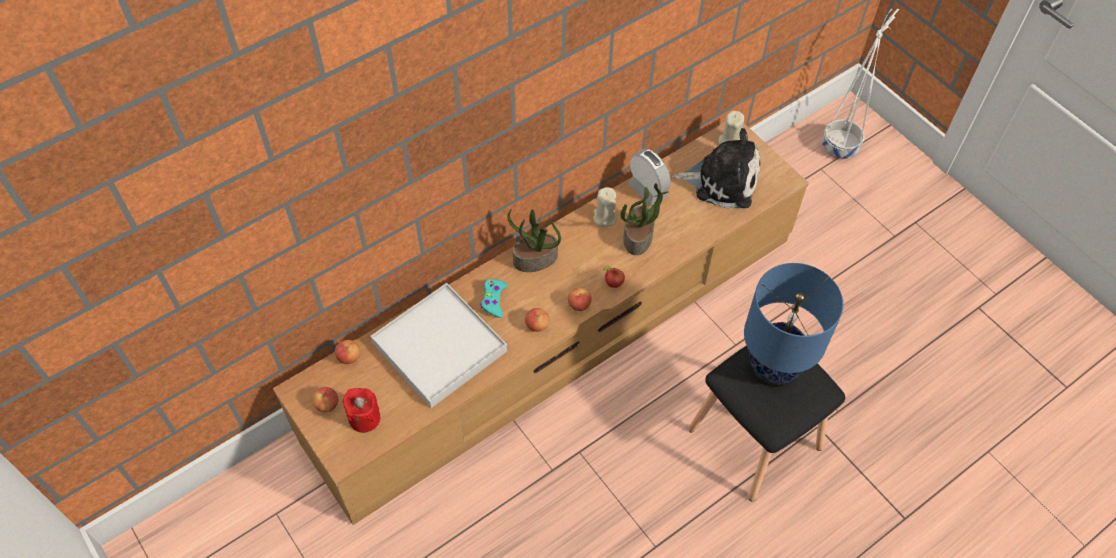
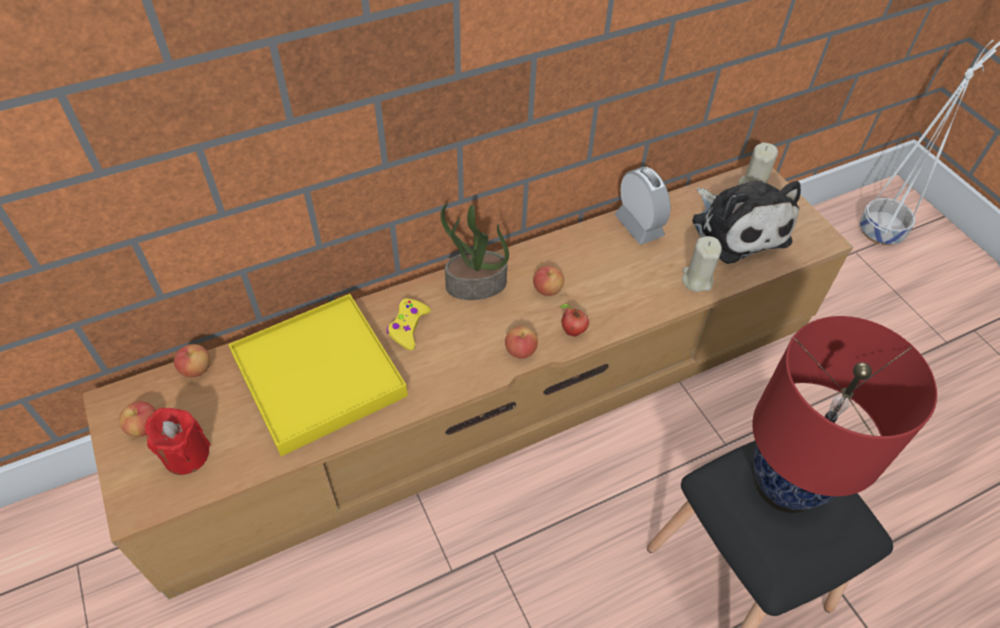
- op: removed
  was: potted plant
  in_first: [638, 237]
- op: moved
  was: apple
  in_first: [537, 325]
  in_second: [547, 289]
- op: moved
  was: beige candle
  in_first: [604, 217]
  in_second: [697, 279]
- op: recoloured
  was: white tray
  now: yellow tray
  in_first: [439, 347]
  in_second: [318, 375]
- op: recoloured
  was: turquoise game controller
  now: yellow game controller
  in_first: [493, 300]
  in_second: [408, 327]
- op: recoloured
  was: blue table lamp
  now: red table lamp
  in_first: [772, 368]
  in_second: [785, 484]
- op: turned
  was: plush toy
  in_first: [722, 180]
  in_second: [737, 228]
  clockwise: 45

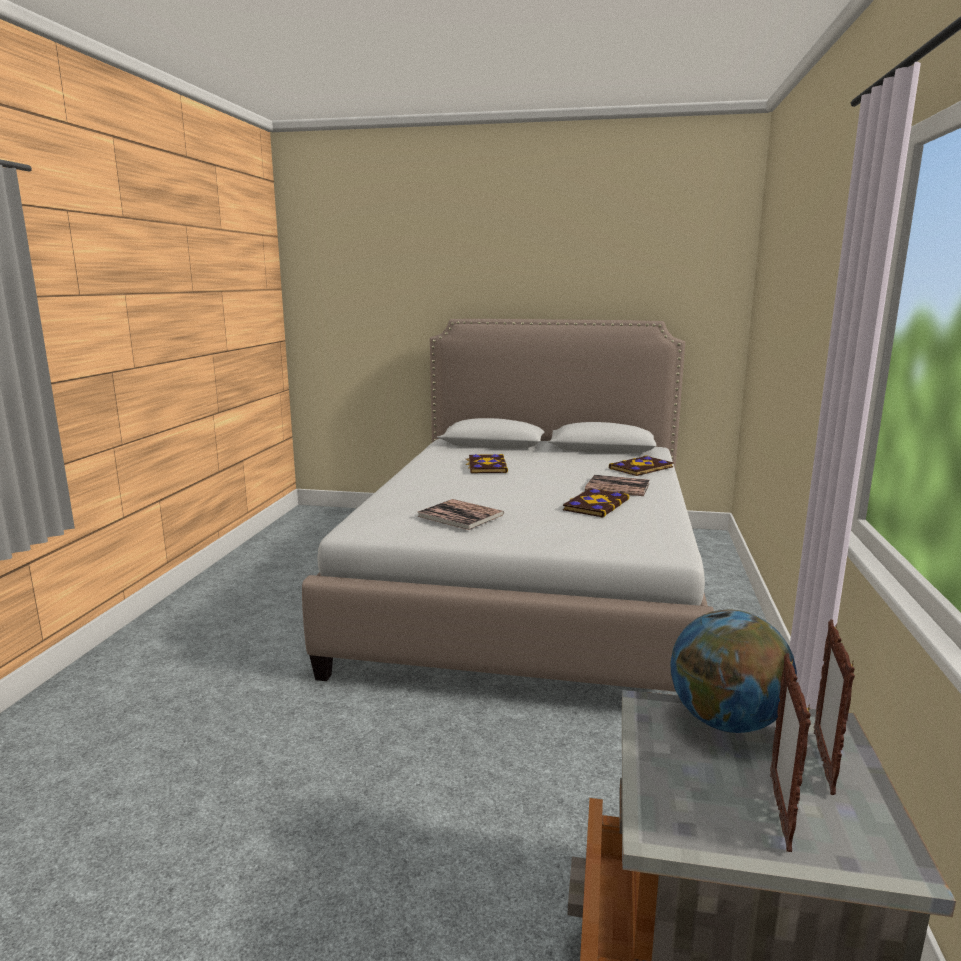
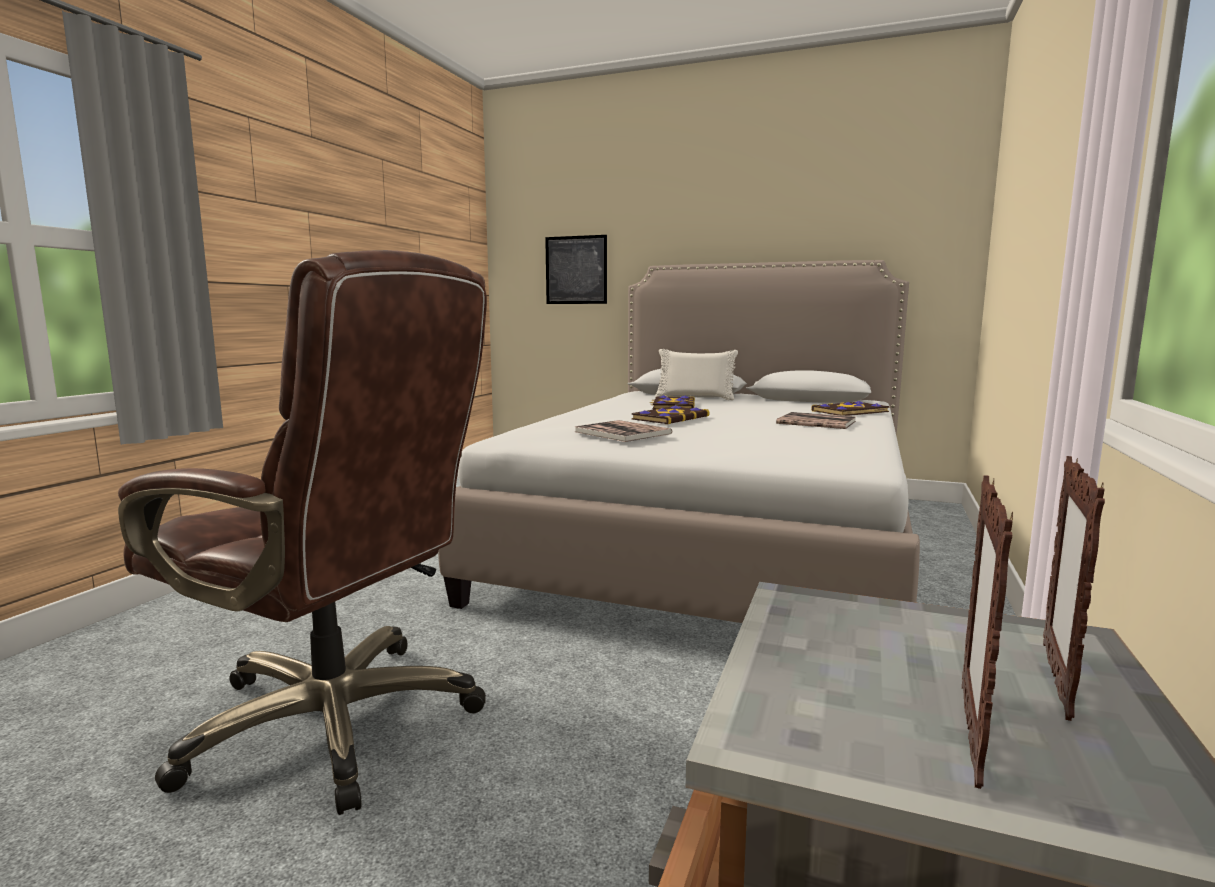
- op: removed
  was: globe
  in_first: [726, 721]
- op: added
  now: brown office chair
  in_second: [333, 721]
- op: added
  now: picture
  in_second: [576, 270]
- op: added
  now: white pillow
  in_second: [695, 398]
- op: moved
  was: book
  in_first: [595, 505]
  in_second: [669, 418]

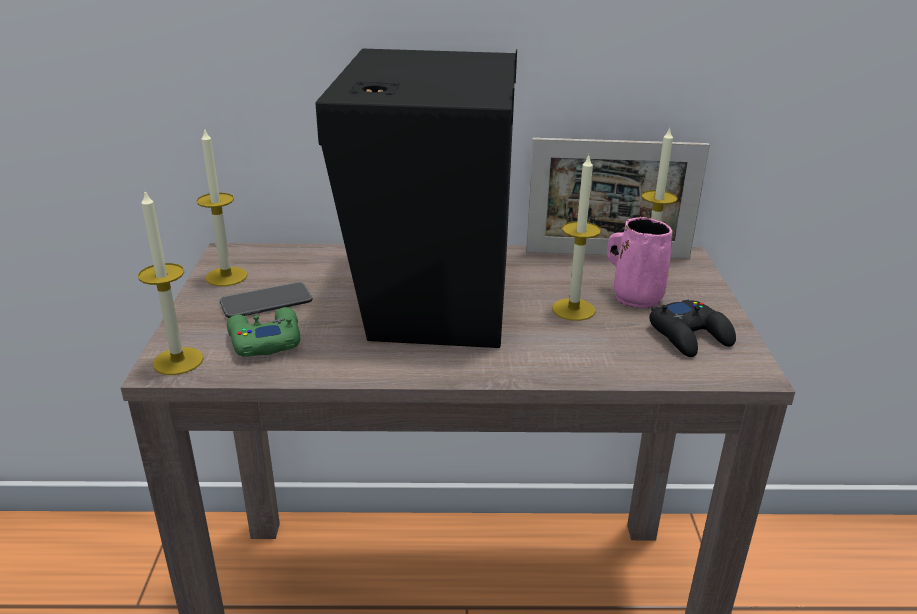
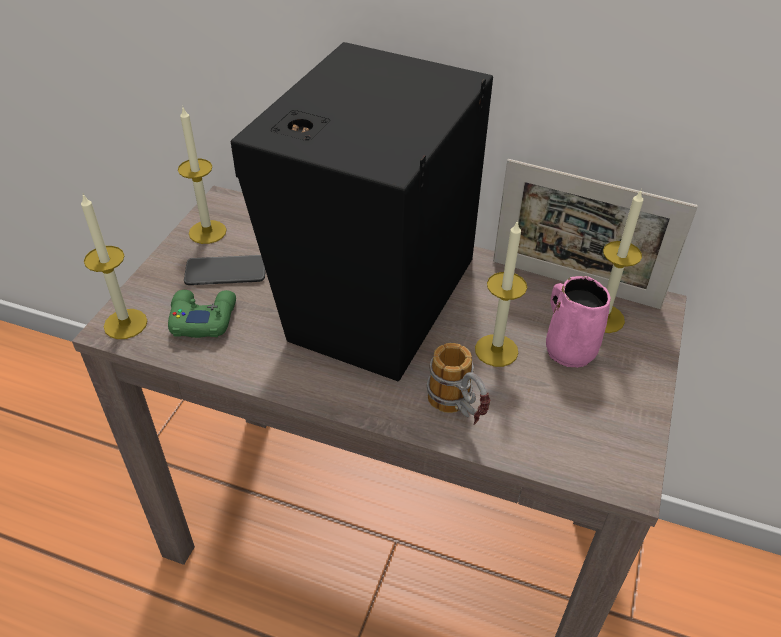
- op: removed
  was: black game controller
  in_first: [690, 336]
- op: added
  now: mug
  in_second: [458, 411]

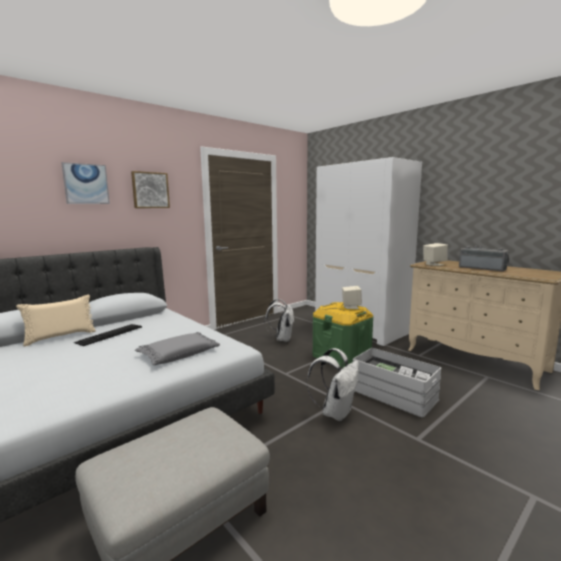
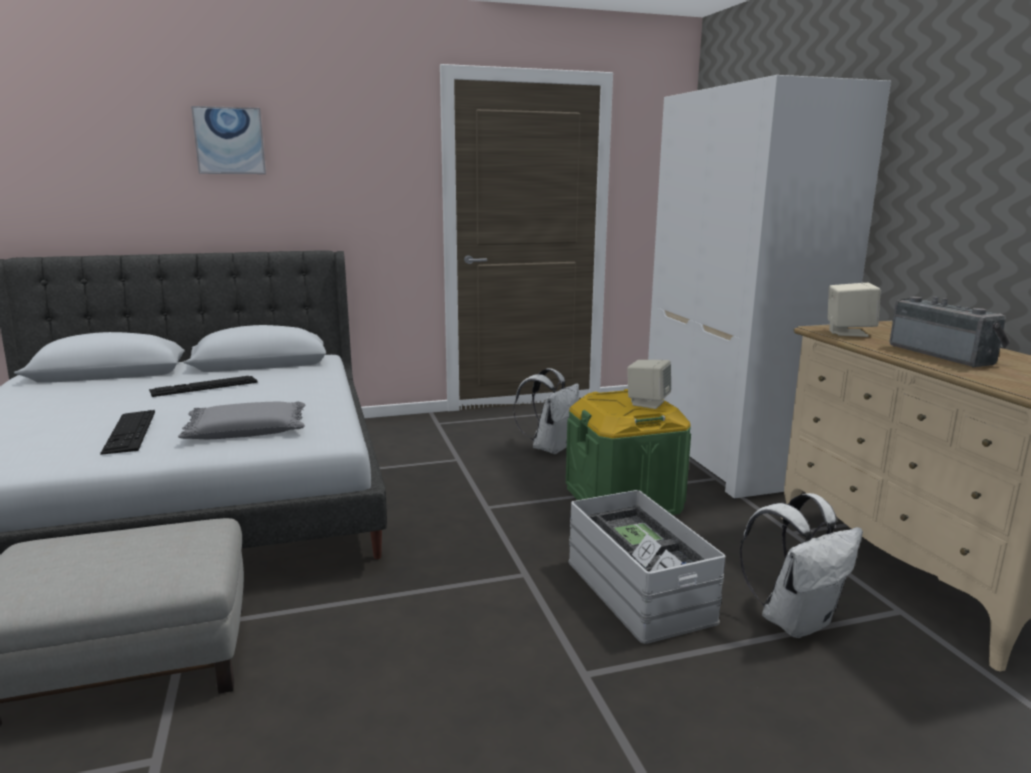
- op: removed
  was: beige pillow
  in_first: [60, 337]
- op: removed
  was: picture
  in_first: [150, 190]
- op: added
  now: keyboard
  in_second: [129, 431]
- op: moved
  was: white backpack
  in_first: [335, 412]
  in_second: [795, 620]

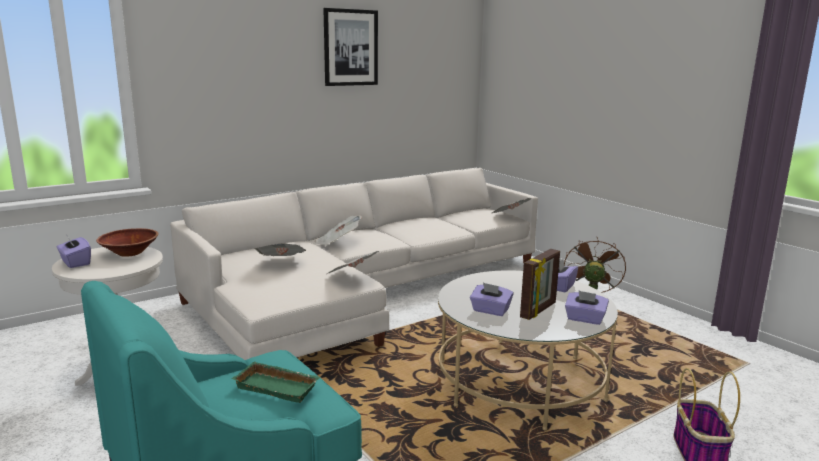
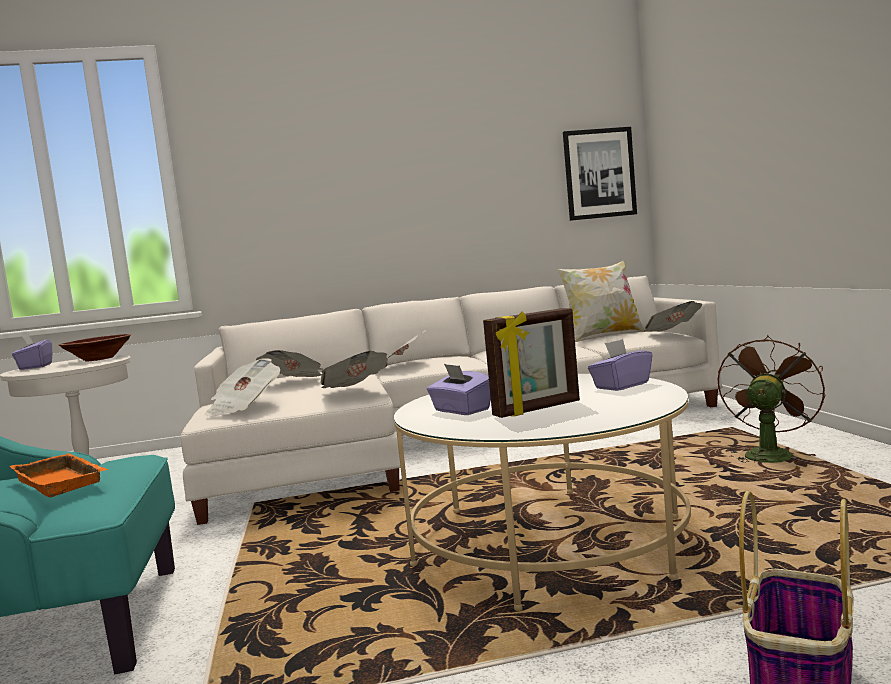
- op: removed
  was: purple tissue box
  in_first: [585, 319]
- op: added
  now: newspaper
  in_second: [244, 408]
- op: added
  now: pillow
  in_second: [604, 335]
- op: moved
  was: picture
  in_first: [350, 47]
  in_second: [599, 173]
- op: recoloured
  was: green tray
  now: orange tray
  in_first: [279, 386]
  in_second: [64, 481]

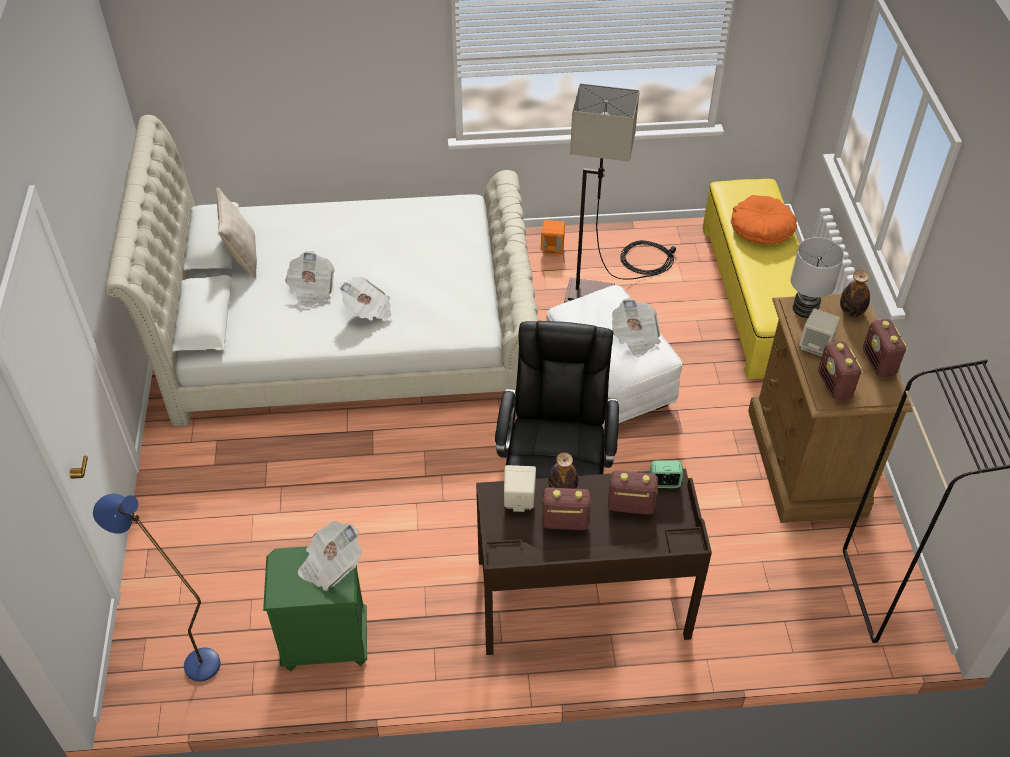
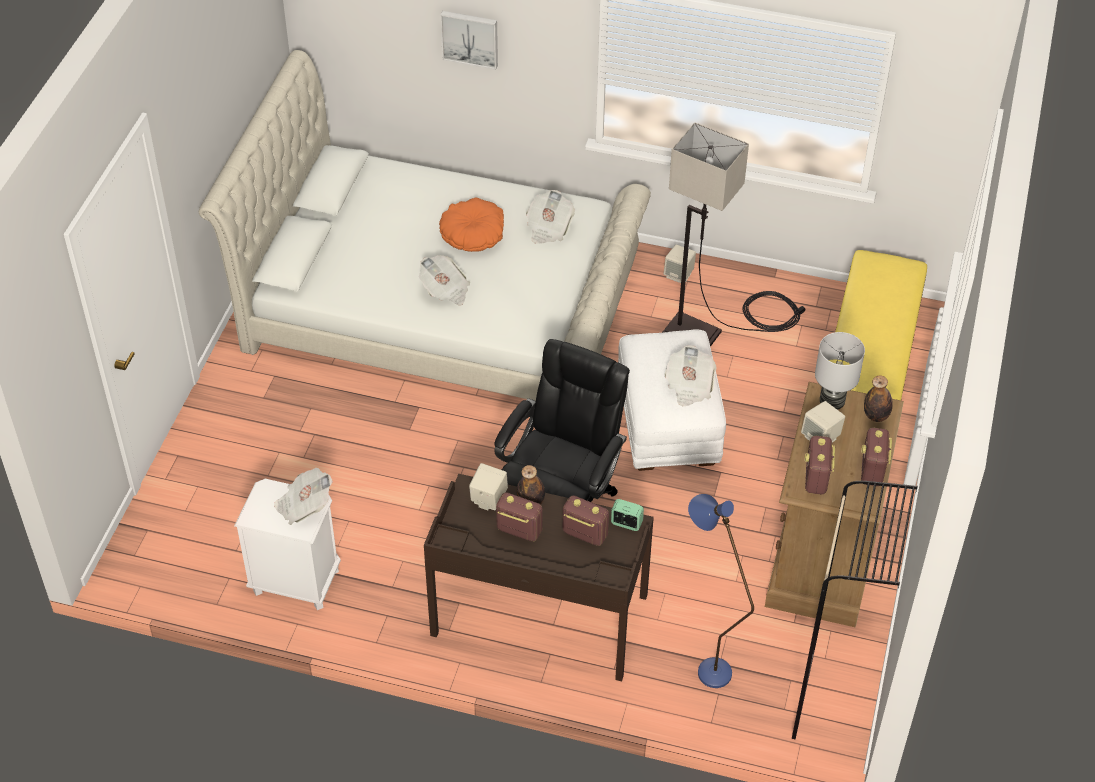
- op: removed
  was: beige pillow
  in_first: [242, 256]
- op: added
  now: picture
  in_second: [470, 38]
- op: moved
  was: blue floor lamp
  in_first: [191, 659]
  in_second: [705, 665]
- op: moved
  was: newspaper
  in_first: [311, 290]
  in_second: [548, 228]
- op: moved
  was: orange pillow
  in_first: [760, 228]
  in_second: [471, 233]
- op: recoloured
  was: green nightstand
  now: white nightstand
  in_first: [325, 643]
  in_second: [295, 582]
- op: recoloured
  was: orange speaker
  now: beige speaker
  in_first: [552, 248]
  in_second: [679, 275]

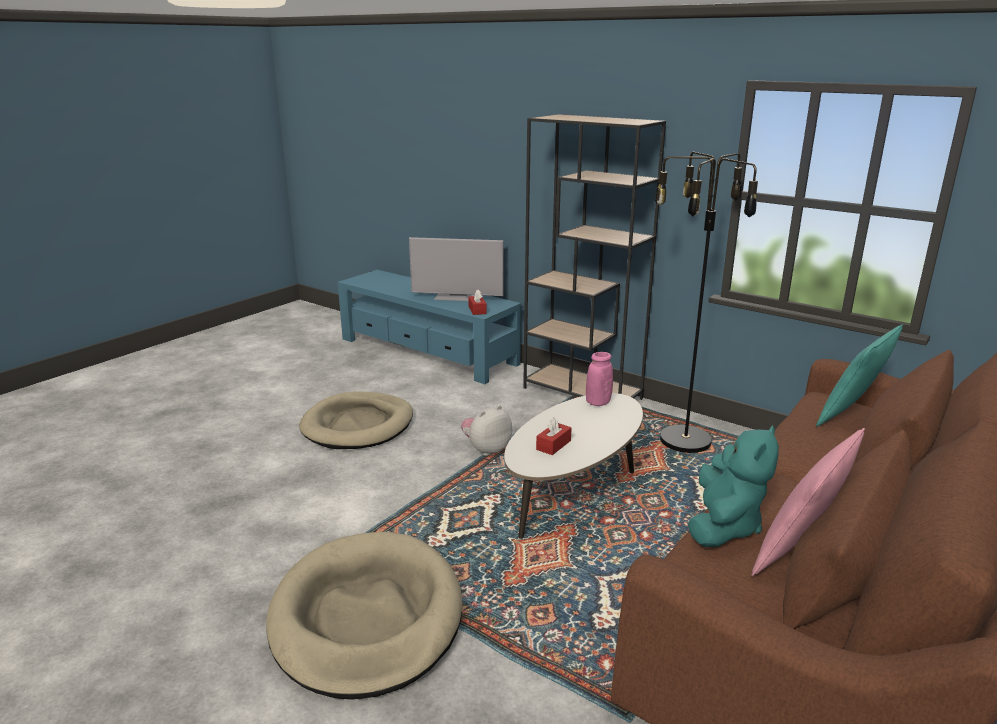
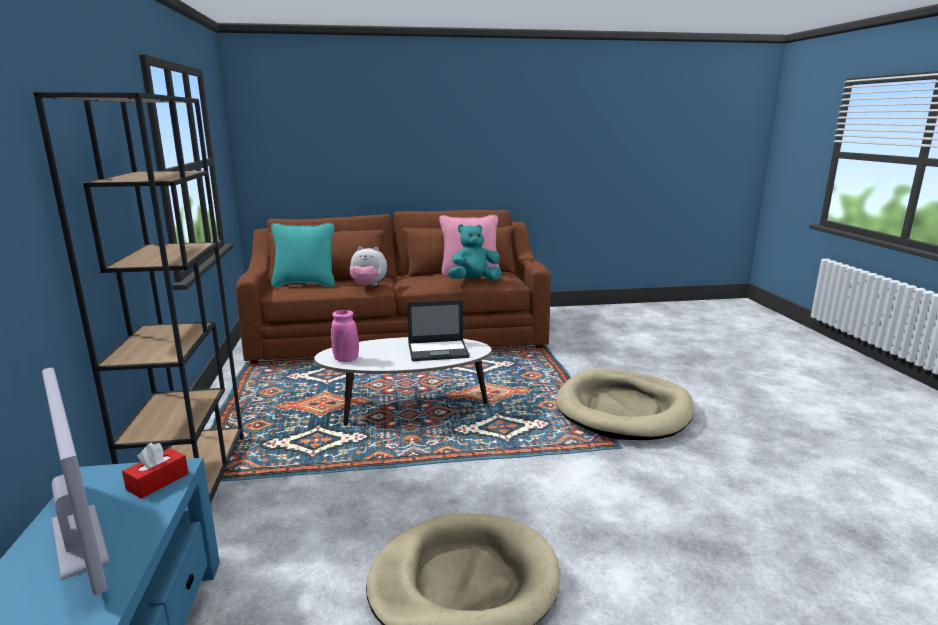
- op: removed
  was: floor lamp
  in_first: [683, 441]
- op: moved
  was: plush toy
  in_first: [486, 450]
  in_second: [368, 286]
- op: replaced
  was: red tissue box
  now: laptop
  in_first: [553, 445]
  in_second: [439, 350]

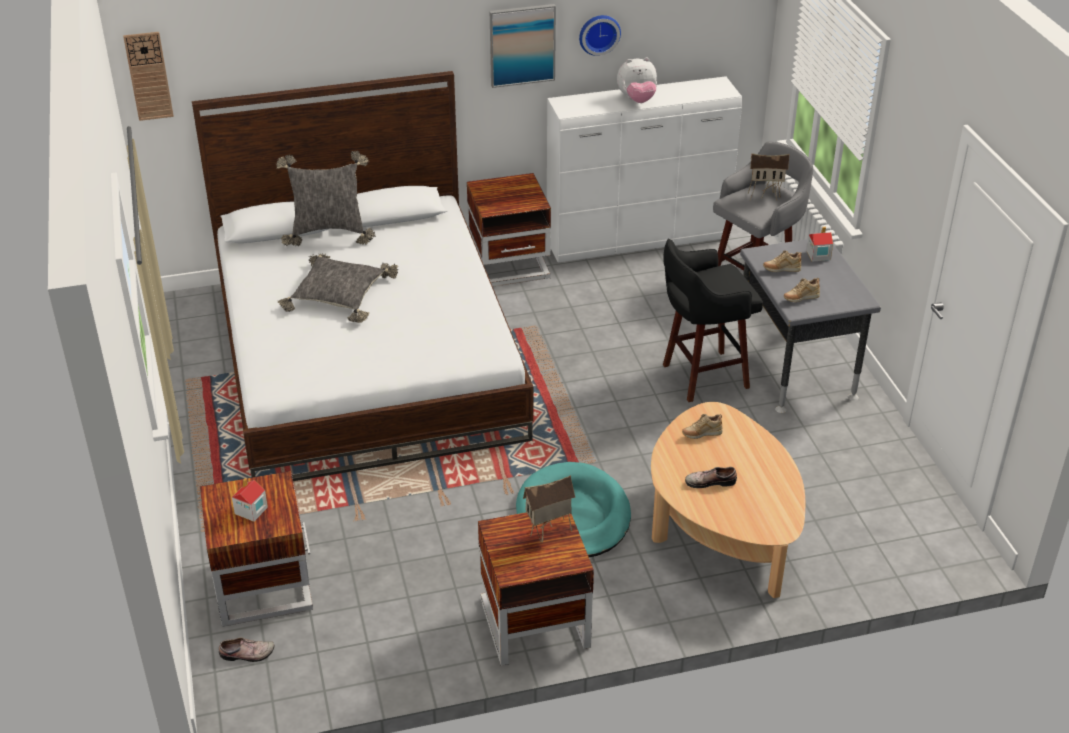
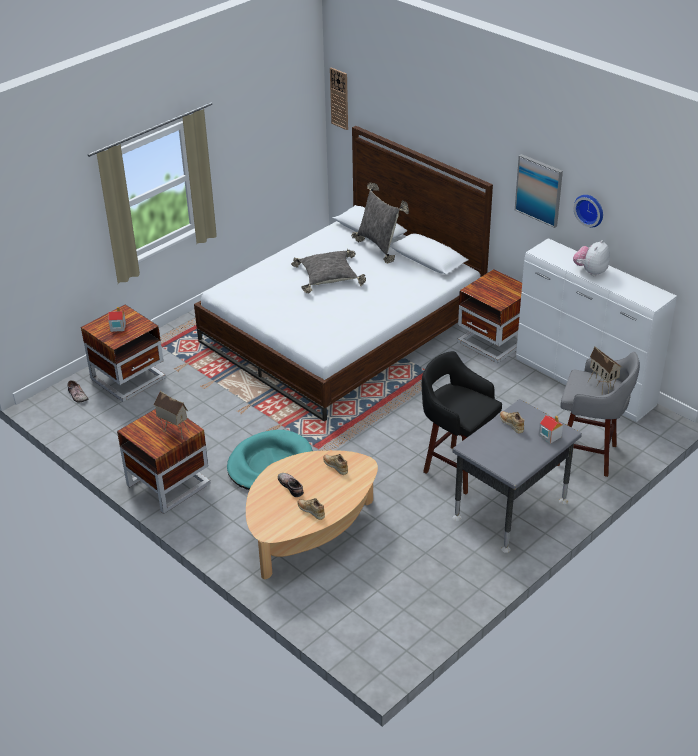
- op: moved
  was: beige shoe
  in_first: [800, 298]
  in_second: [311, 511]
- op: turned
  was: plush toy
  in_first: [637, 100]
  in_second: [590, 271]
  clockwise: 75

